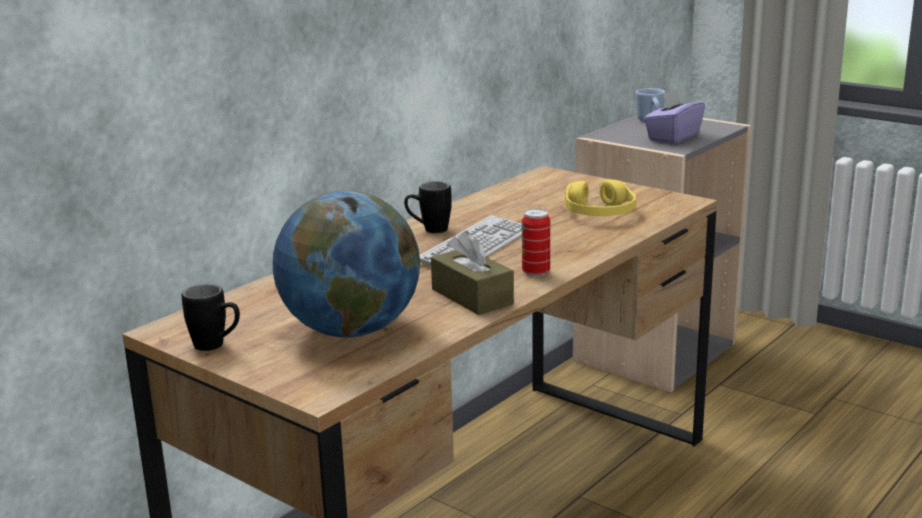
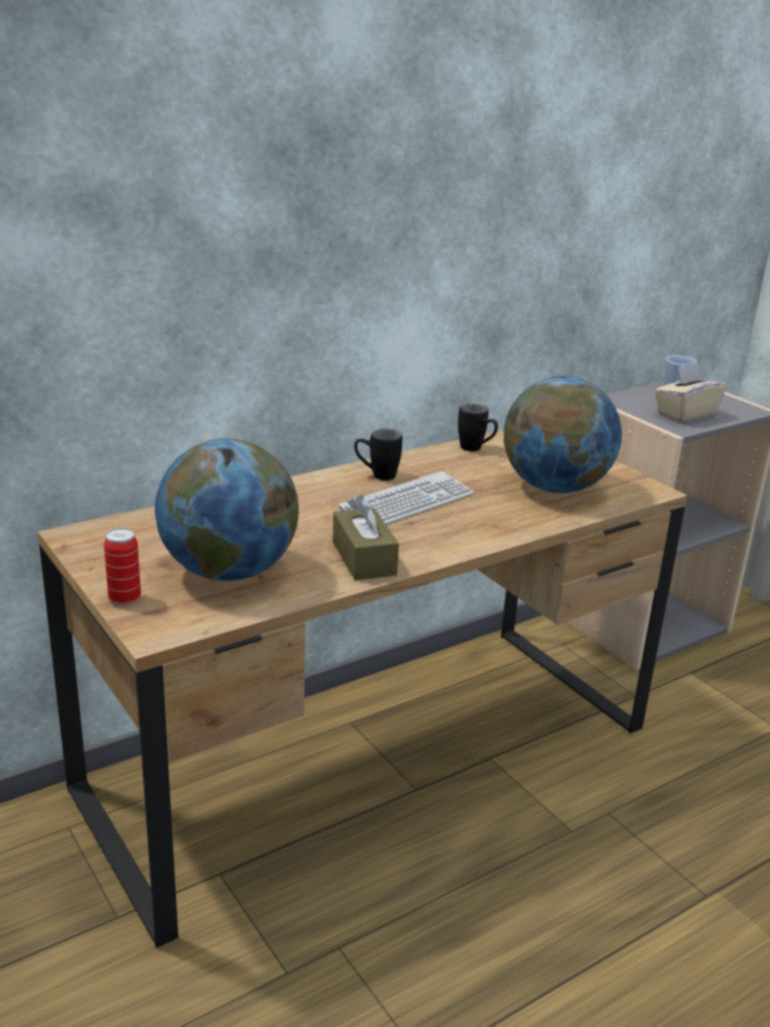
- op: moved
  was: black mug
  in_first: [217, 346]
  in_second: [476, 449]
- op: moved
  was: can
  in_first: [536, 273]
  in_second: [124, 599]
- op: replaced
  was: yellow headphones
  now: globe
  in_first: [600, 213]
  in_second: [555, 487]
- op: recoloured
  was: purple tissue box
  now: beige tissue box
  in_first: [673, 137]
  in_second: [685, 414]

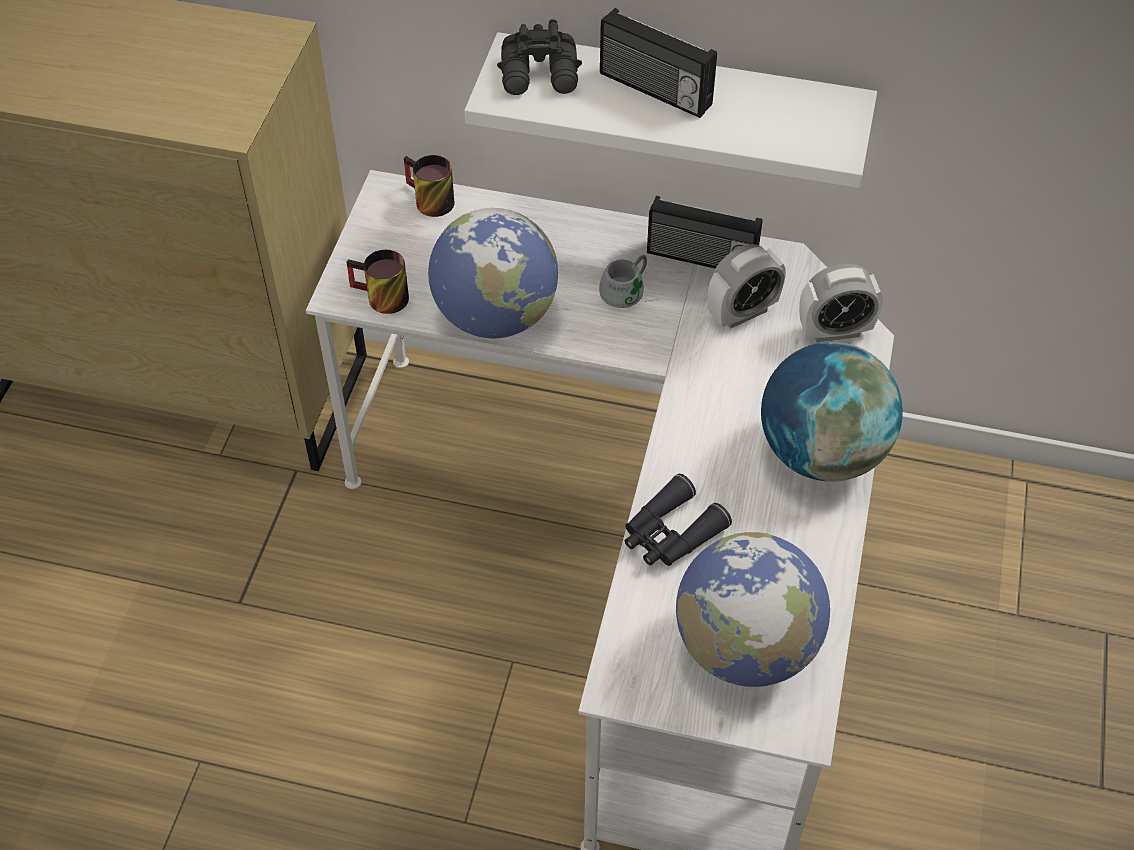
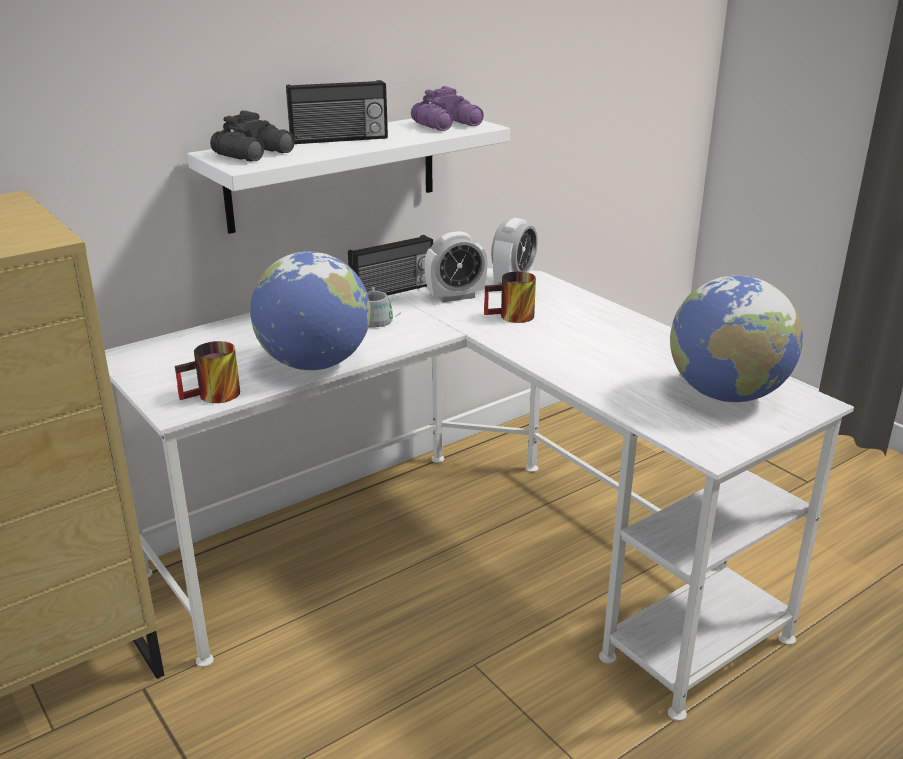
- op: removed
  was: black binoculars
  in_first: [670, 534]
- op: removed
  was: globe
  in_first: [822, 452]
- op: added
  now: purple binoculars
  in_second: [449, 125]
- op: moved
  was: mug
  in_first: [427, 201]
  in_second: [511, 317]
- op: turned
  was: alarm clock
  in_first: [742, 312]
  in_second: [455, 296]
  clockwise: 60

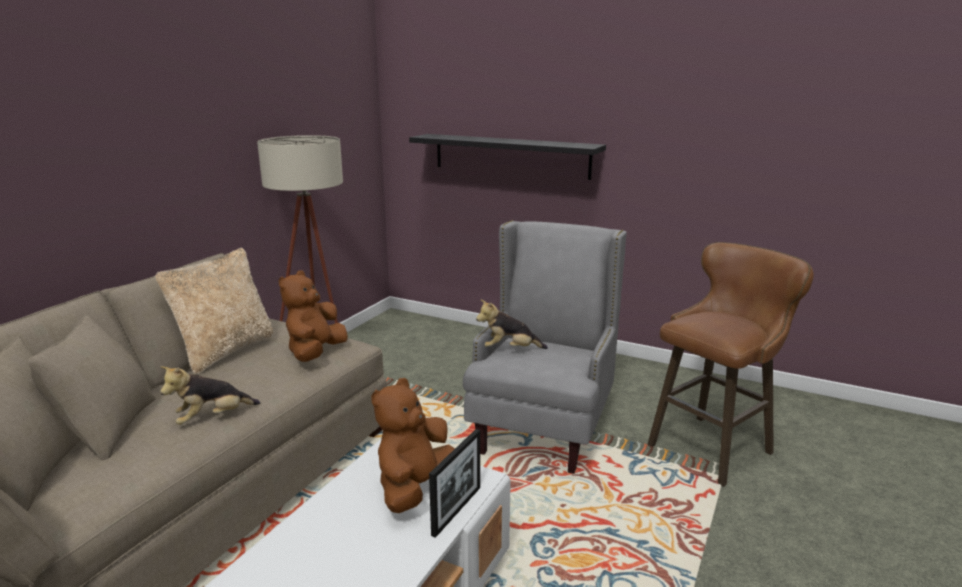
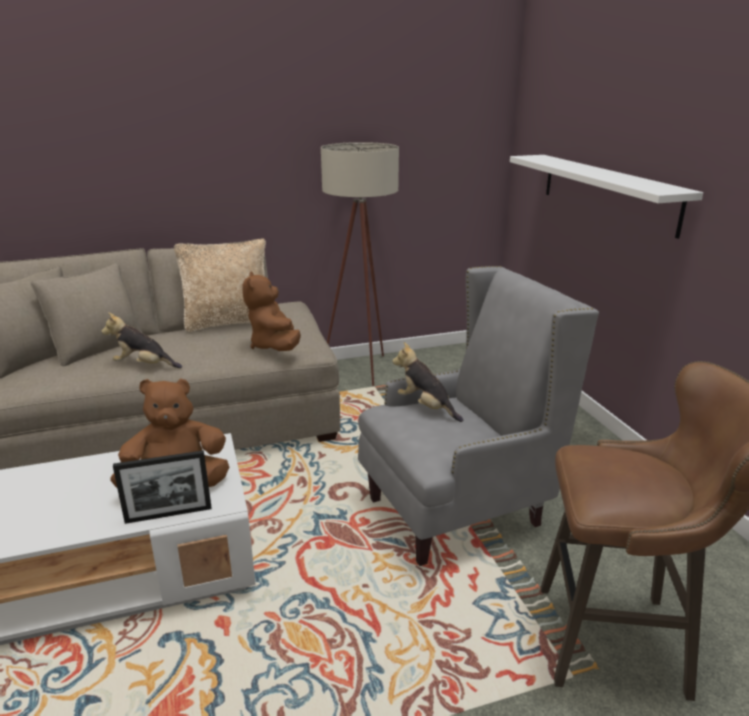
- op: recoloured
  was: black shelf
  now: white shelf
  in_first: [510, 156]
  in_second: [607, 192]
- op: turned
  was: brown plush toy
  in_first: [315, 353]
  in_second: [275, 346]
  clockwise: -75

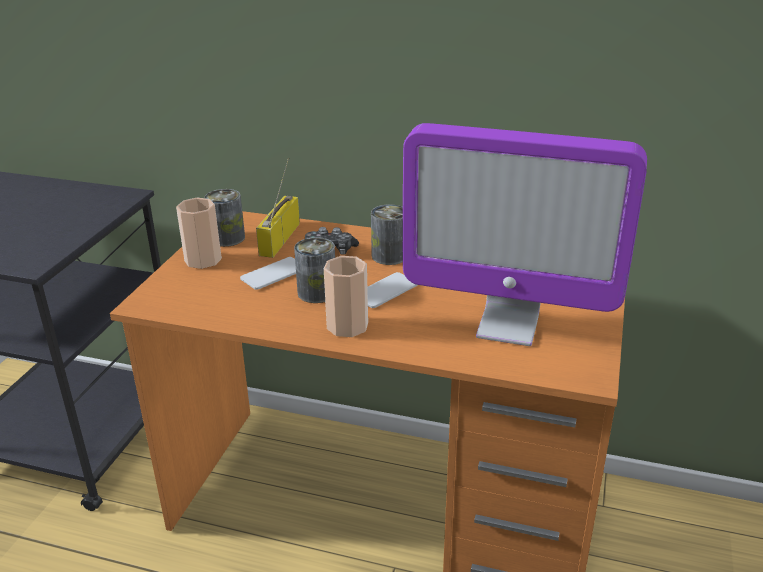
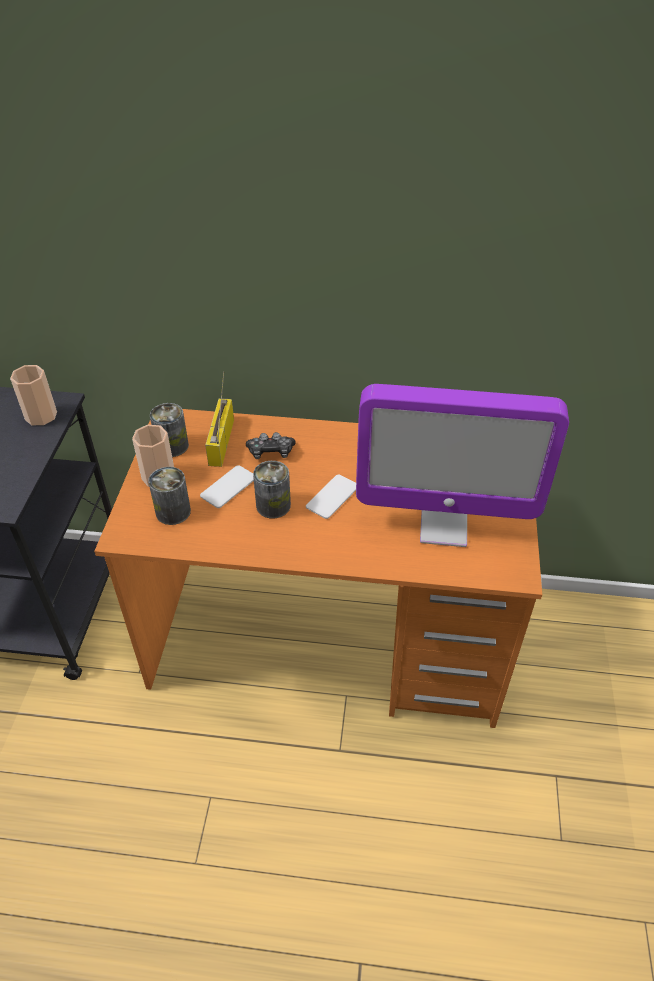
- op: moved
  was: cup
  in_first: [347, 326]
  in_second: [41, 416]
- op: moved
  was: can
  in_first: [389, 256]
  in_second: [173, 512]

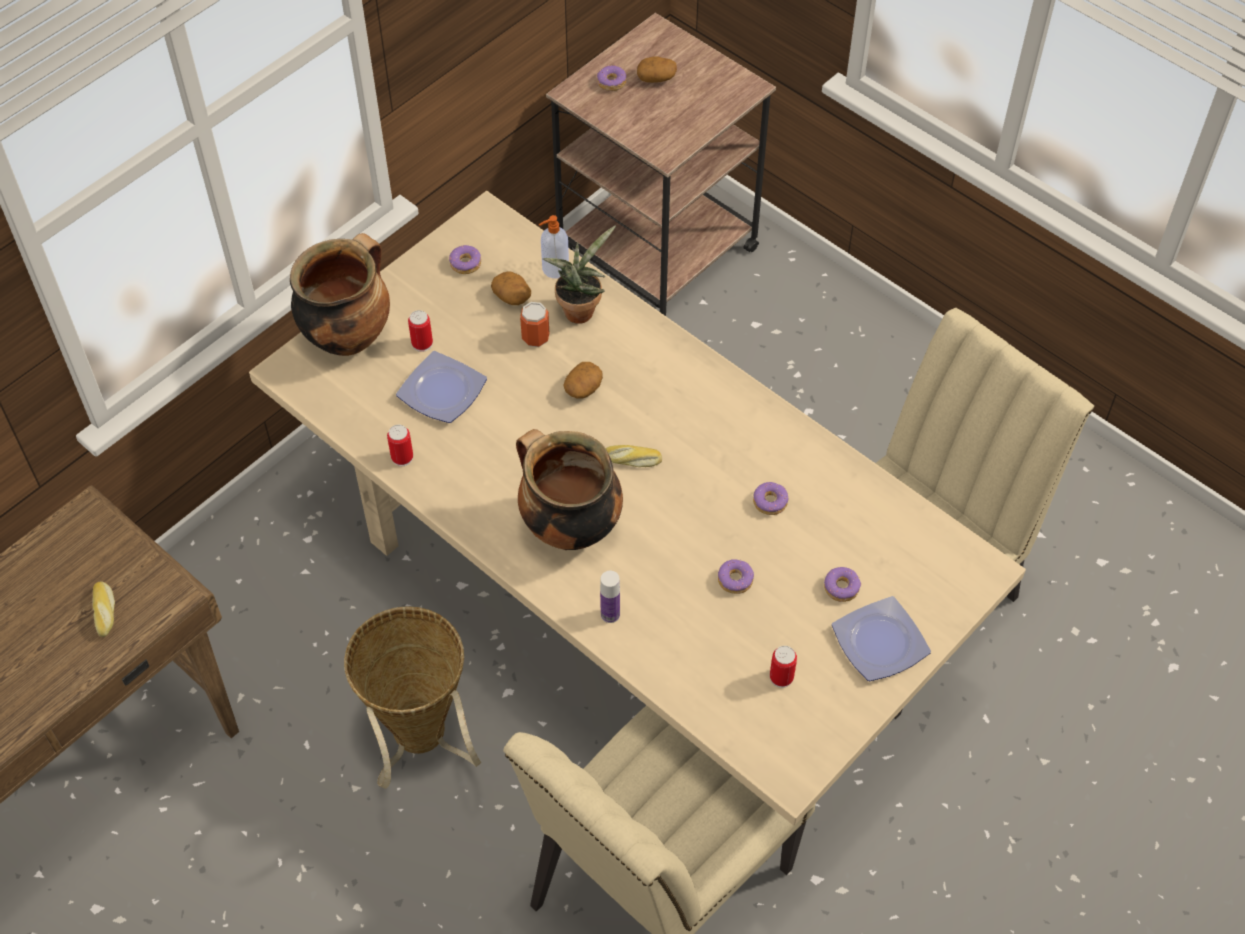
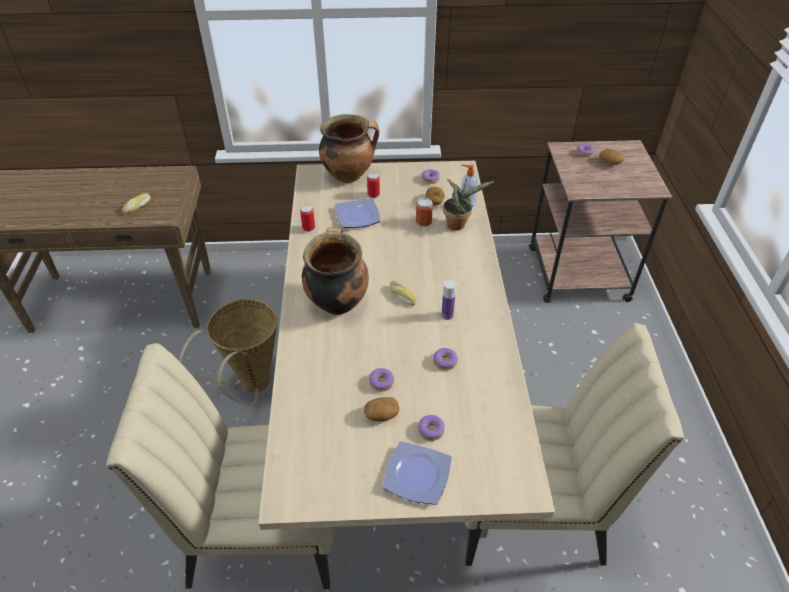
- op: removed
  was: can
  in_first: [781, 677]
- op: moved
  was: potato
  in_first: [583, 388]
  in_second: [381, 415]
- op: moved
  was: bottle
  in_first: [610, 614]
  in_second: [447, 315]

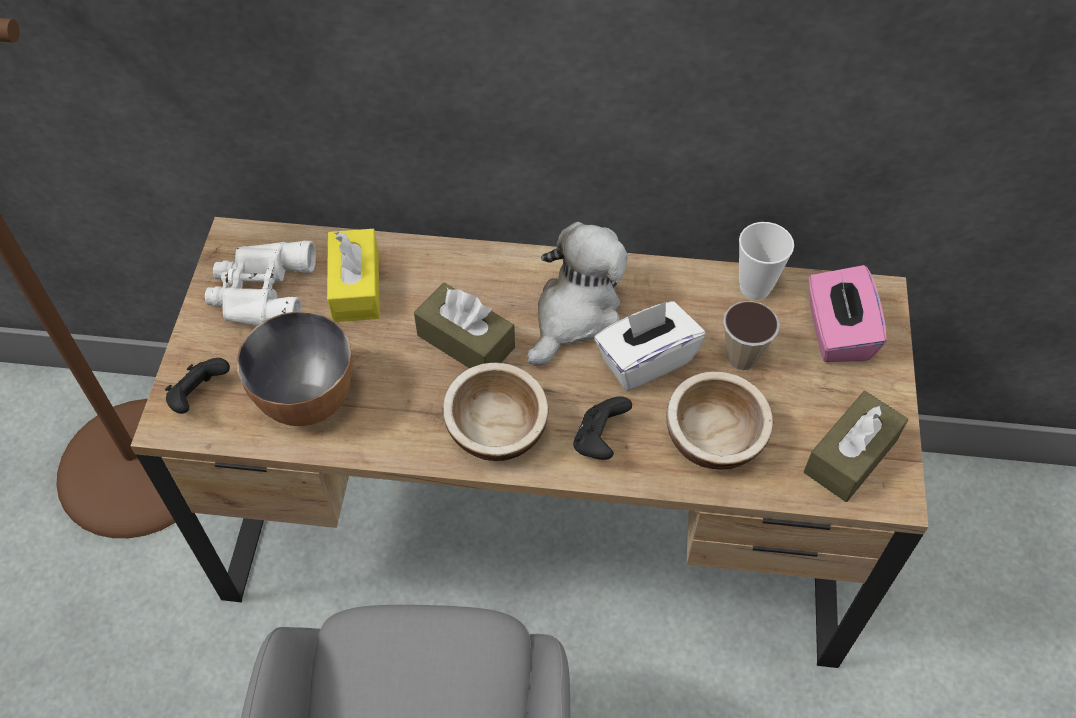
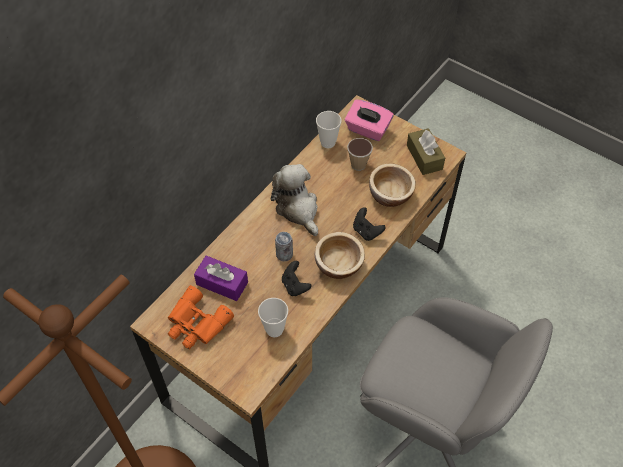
- op: removed
  was: white tissue box
  in_first: [645, 360]
- op: moved
  was: black game controller
  in_first: [199, 396]
  in_second: [295, 286]
- op: replaced
  was: bowl
  now: cup
  in_first: [307, 400]
  in_second: [274, 329]
- op: replaced
  was: brown tissue box
  now: can
  in_first: [466, 341]
  in_second: [284, 254]
- op: recoloured
  was: white binoculars
  now: orange binoculars
  in_first: [260, 292]
  in_second: [196, 324]
- op: recoloured
  was: yellow tissue box
  now: purple tissue box
  in_first: [356, 286]
  in_second: [222, 283]

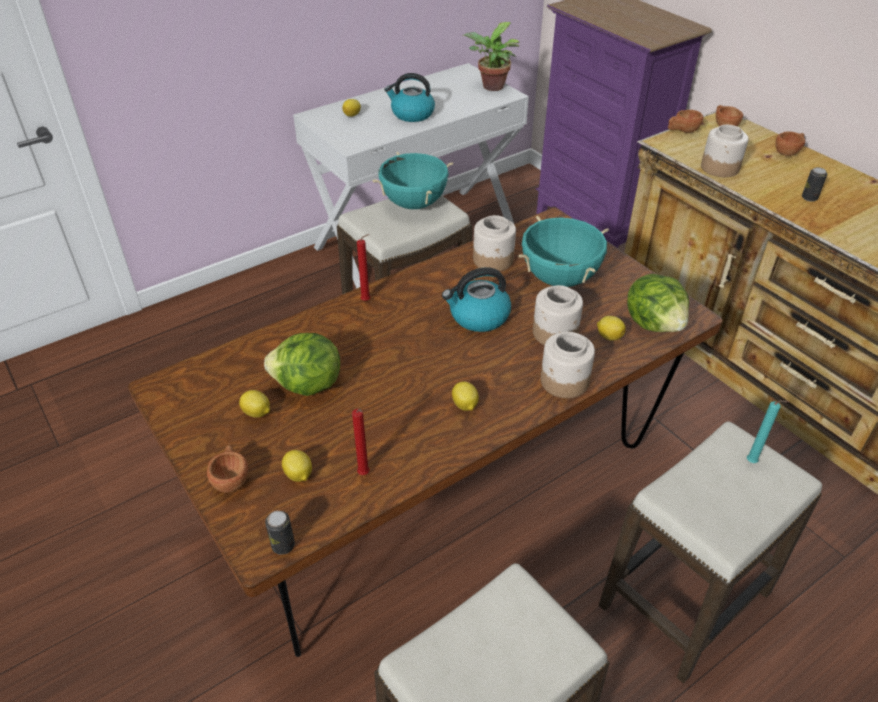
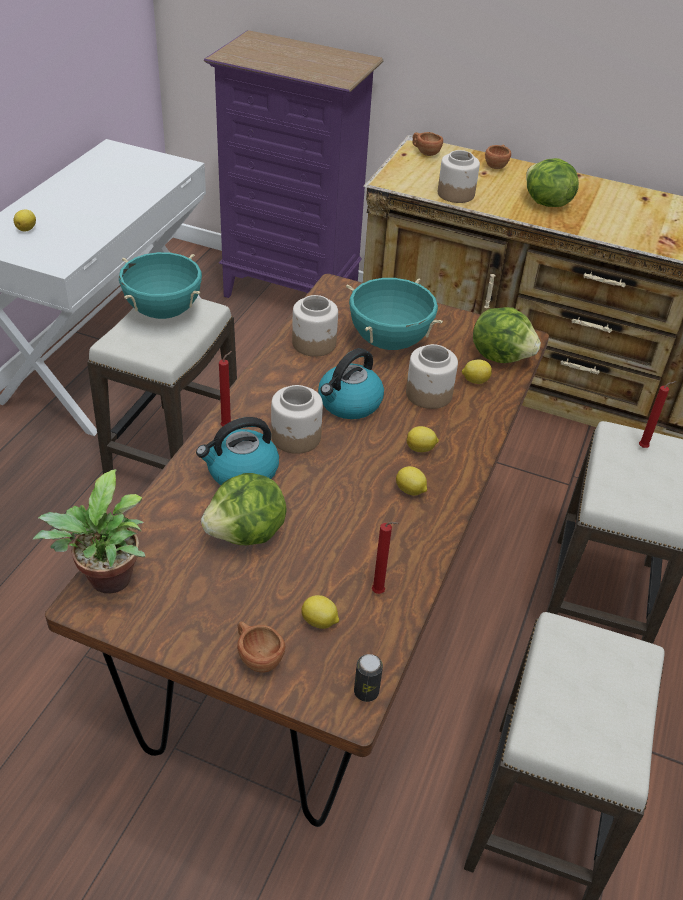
- op: removed
  was: brown cup
  in_first: [682, 131]
- op: moved
  was: lemon
  in_first: [257, 413]
  in_second: [421, 449]
- op: moved
  was: kettle
  in_first: [412, 114]
  in_second: [241, 472]
- op: moved
  was: potted plant
  in_first: [491, 87]
  in_second: [107, 582]
- op: moved
  was: jar
  in_first: [564, 382]
  in_second: [296, 437]
- op: replaced
  was: can
  now: lettuce
  in_first: [809, 198]
  in_second: [545, 203]
- op: recoloured
  was: turquoise candle
  now: red candle
  in_first: [753, 462]
  in_second: [644, 447]

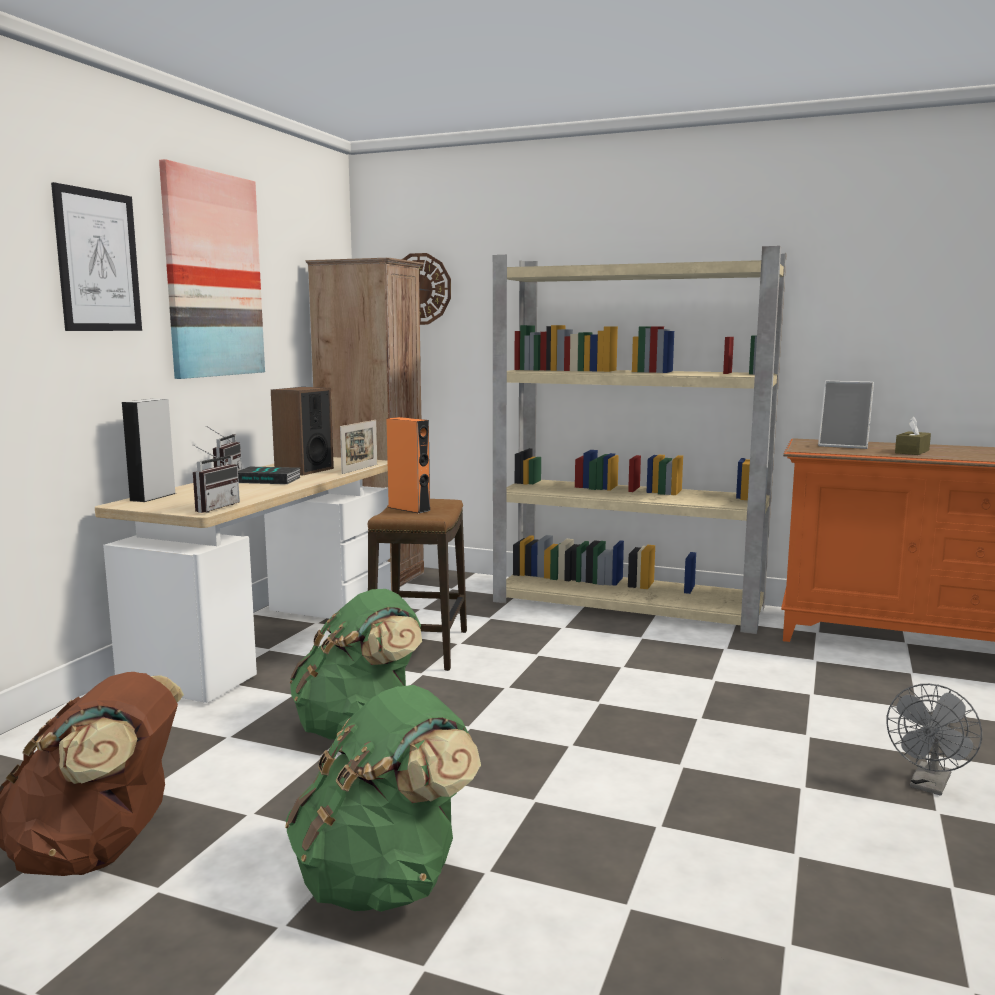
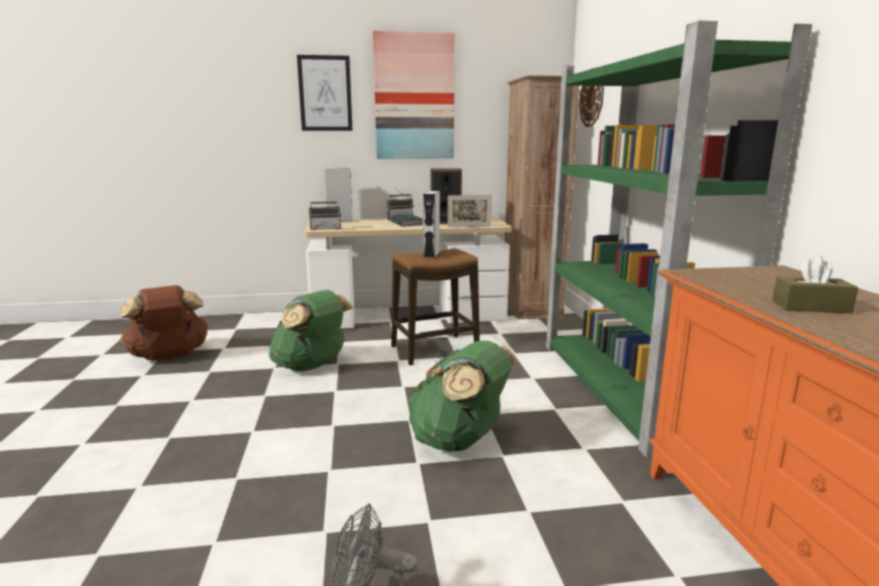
- op: removed
  was: picture frame
  in_first: [844, 445]
- op: moved
  was: green backpack
  in_first: [384, 880]
  in_second: [459, 441]
- op: recoloured
  was: orange speaker
  now: grey speaker
  in_first: [409, 509]
  in_second: [431, 254]
- op: recoloured
  was: beige bookcase
  now: green bookcase
  in_first: [628, 604]
  in_second: [624, 388]

